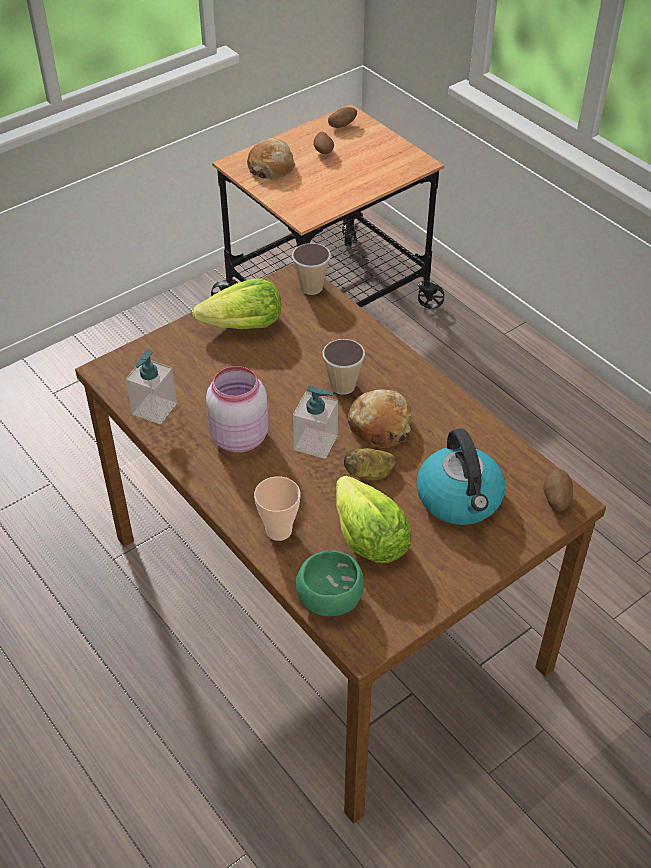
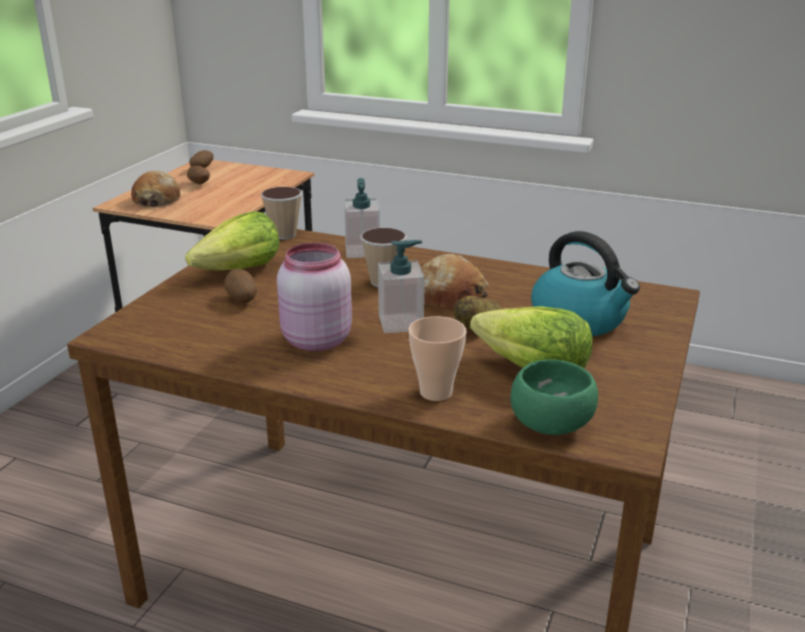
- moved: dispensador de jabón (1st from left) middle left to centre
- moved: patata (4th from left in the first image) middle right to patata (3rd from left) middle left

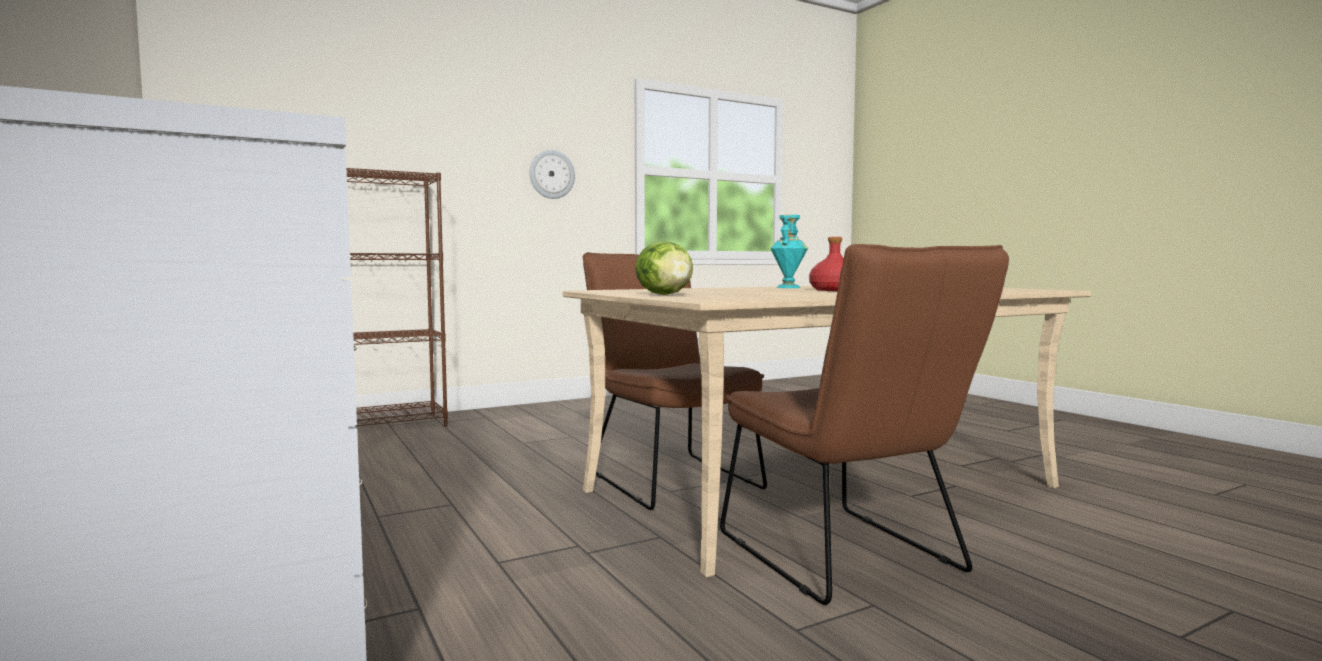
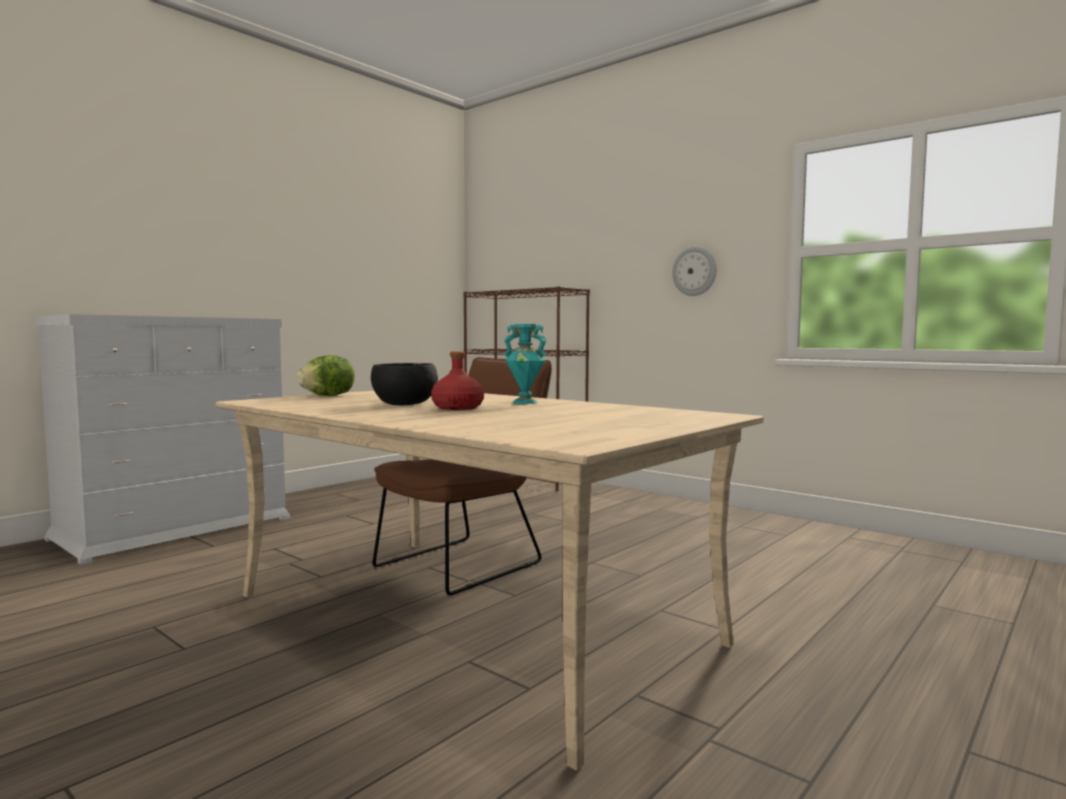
- removed: silla [marrón] (2nd from left) centre
- added: cuenco [negro] centre

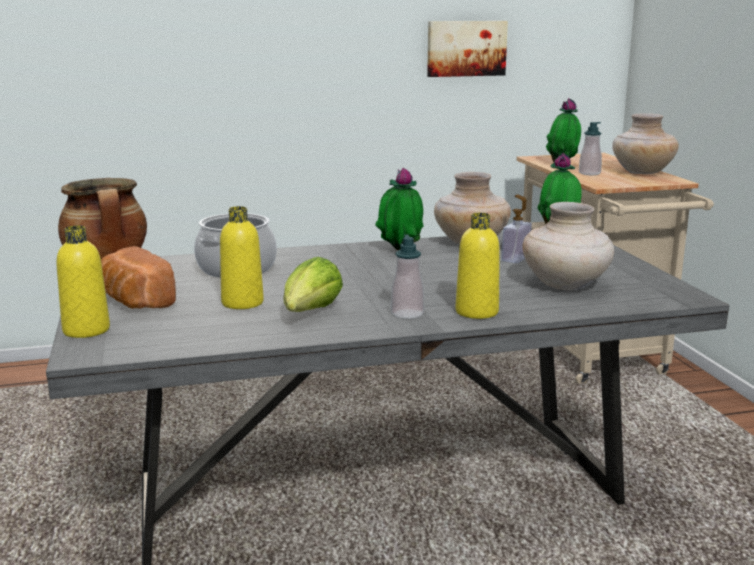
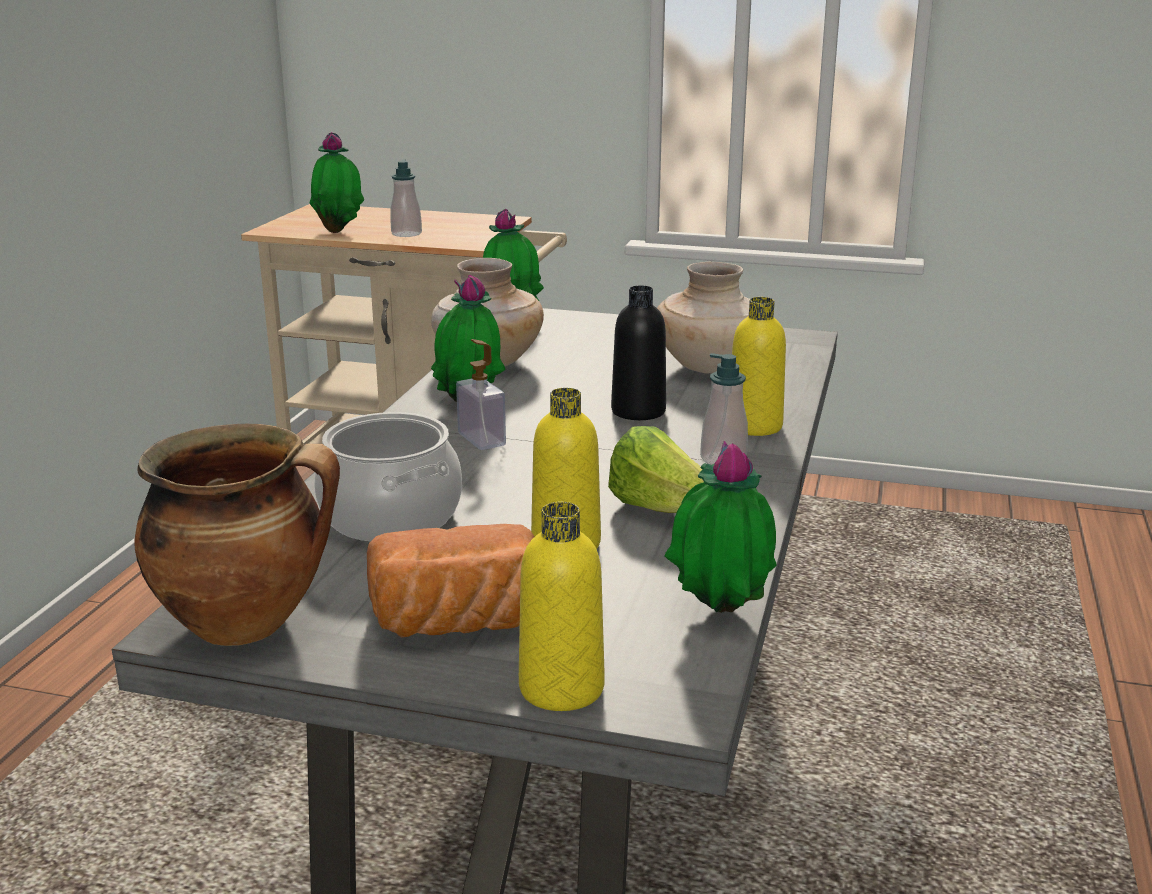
- removed: cuadro top centre
- removed: florero [beis] (3rd from left) top right
- added: botella [negro] centre
- added: planta en maceta (4th from left) centre
- moved: dispensador de jabón (2nd from left) middle right to centre

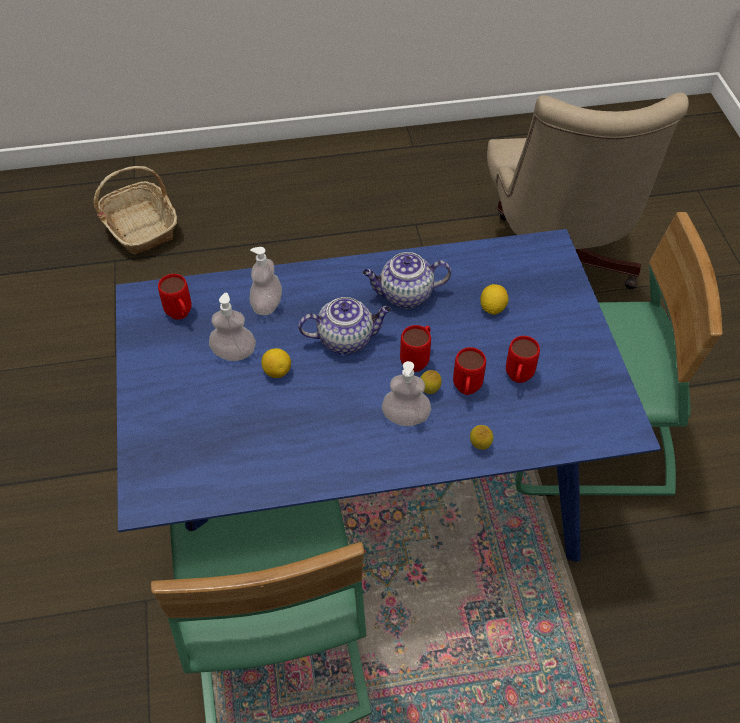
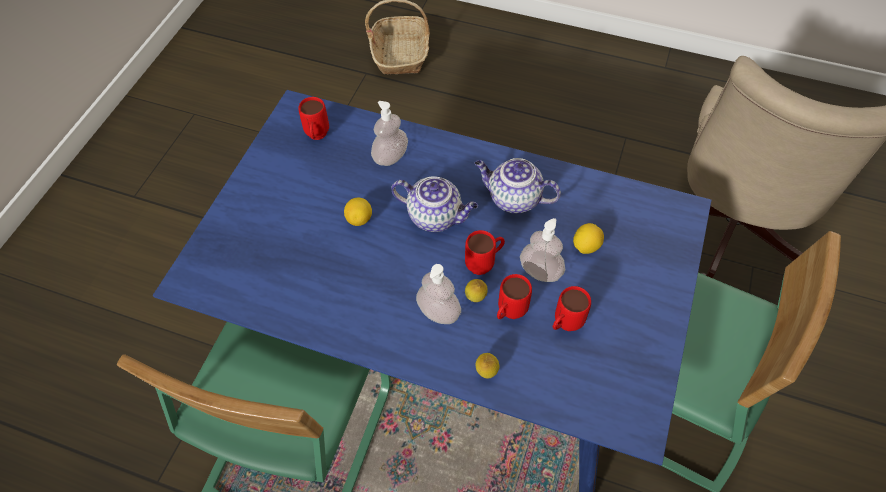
- moved: dispensador de jabón (1st from left in the first image) middle left to dispensador de jabón (3rd from left) centre

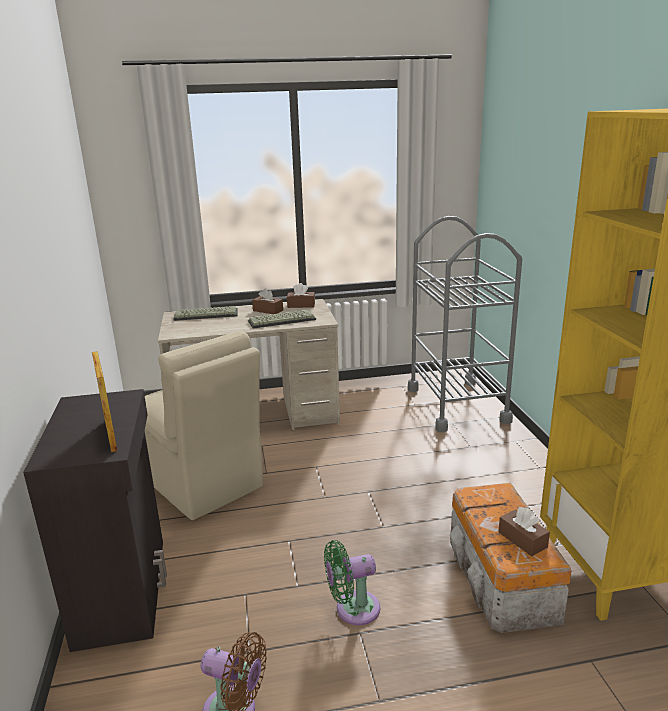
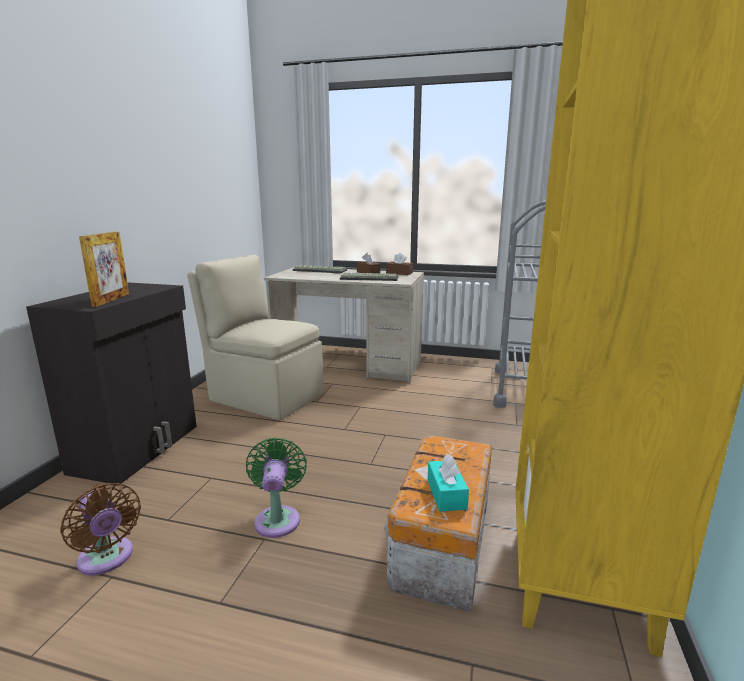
- recoloured: caja de pañuelos [marrón] (3rd from left) bottom right to caja de pañuelos [turquesa] bottom centre
- turned: silla [beis] middle left = centre 135 degrees clockwise
- turned: ventilador [verde] bottom centre = bottom centre 75 degrees clockwise

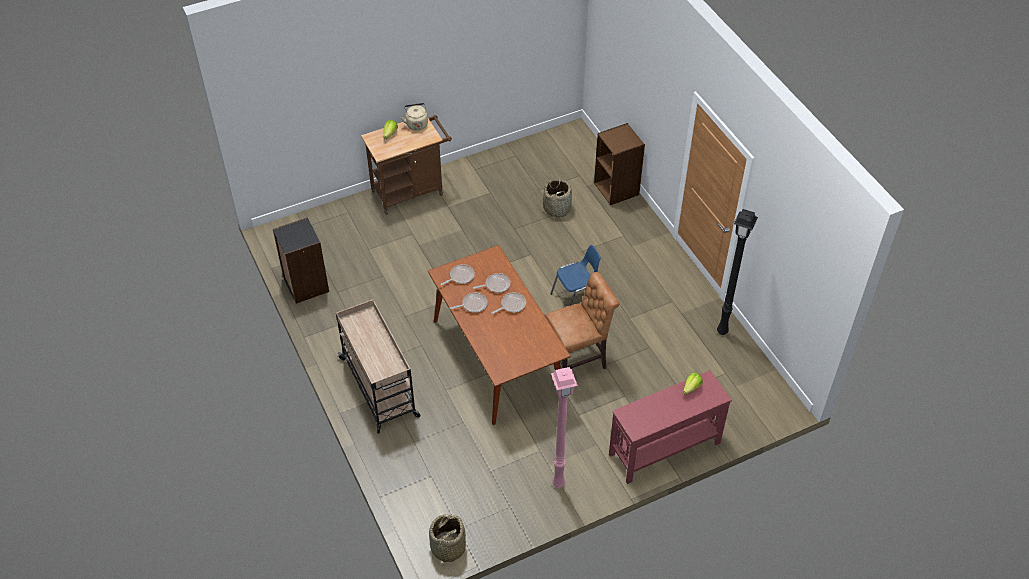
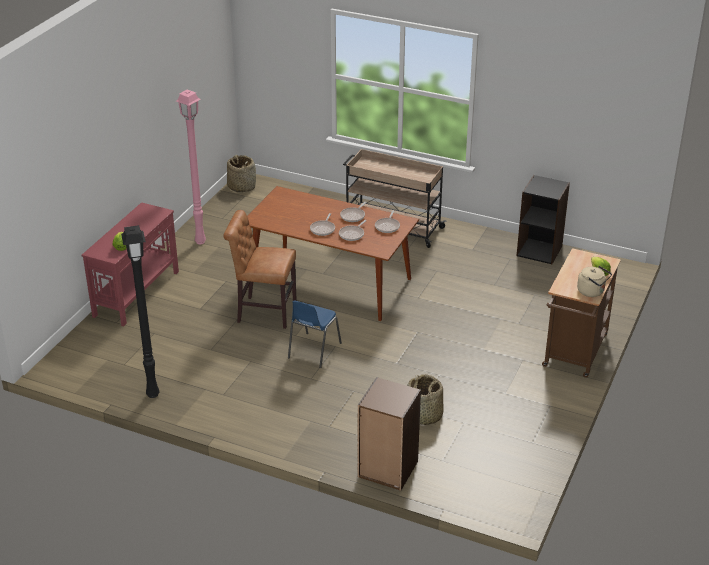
- turned: silla [marrón] centre = centre 75 degrees clockwise

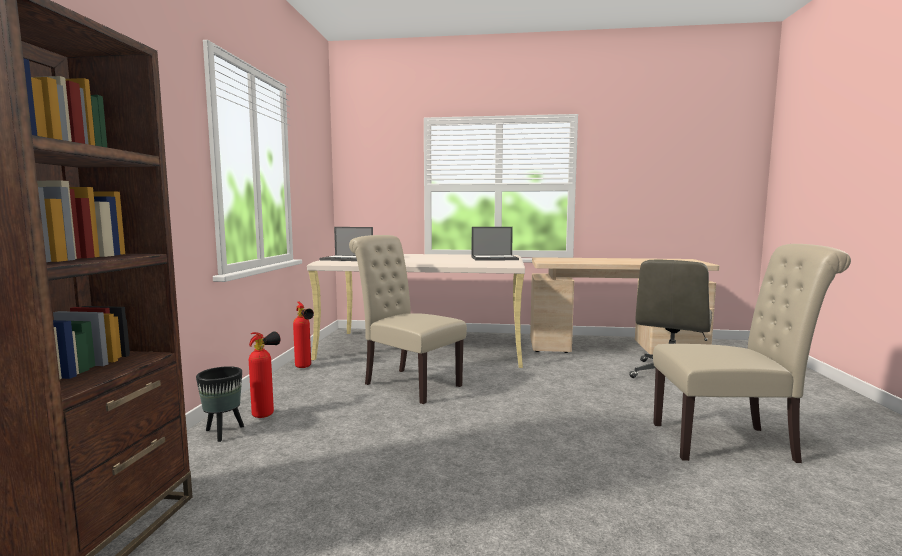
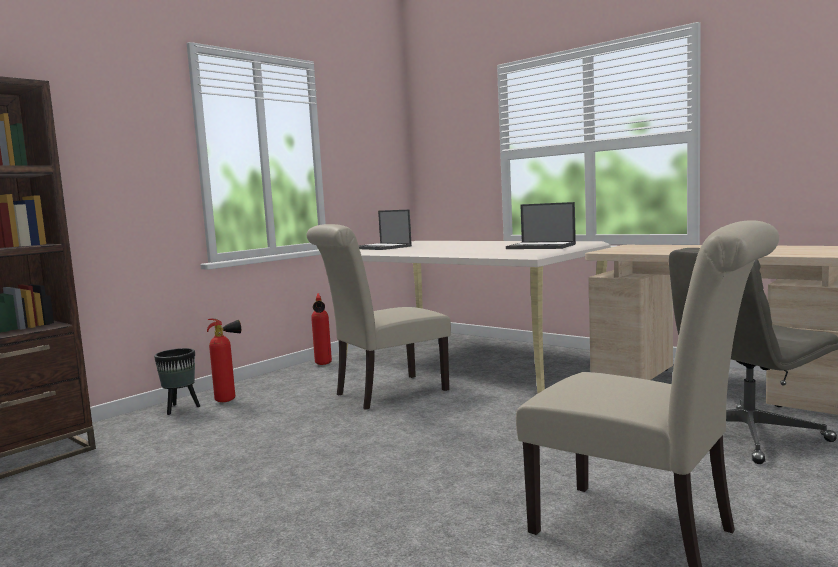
- turned: silla [beis] (1st from left) centre = centre 105 degrees counterclockwise

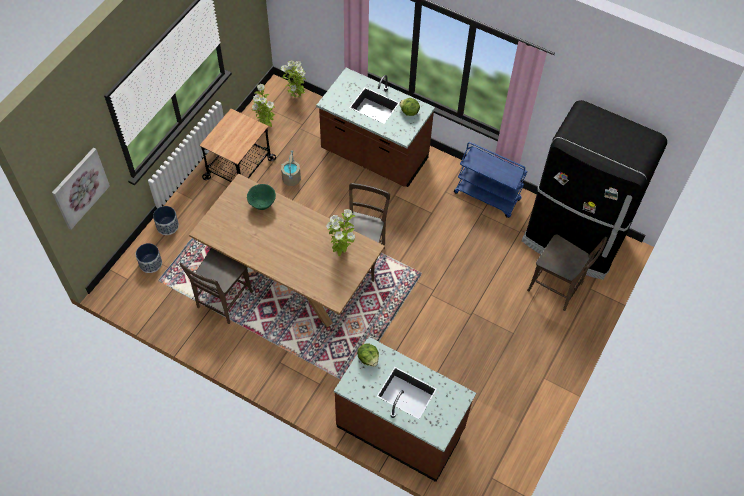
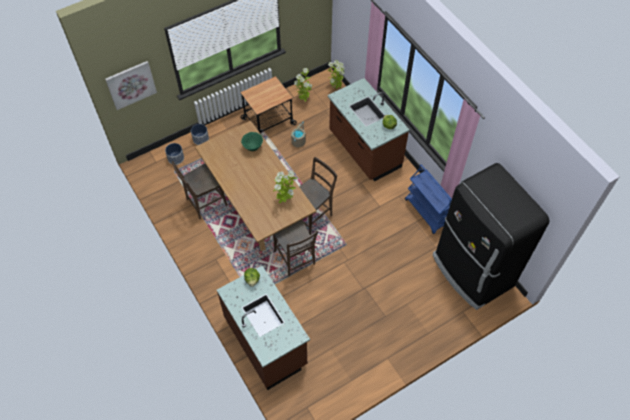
- moved: silla [marrón] (3rd from left in the first image) middle right to silla [marrón] (2nd from left) centre

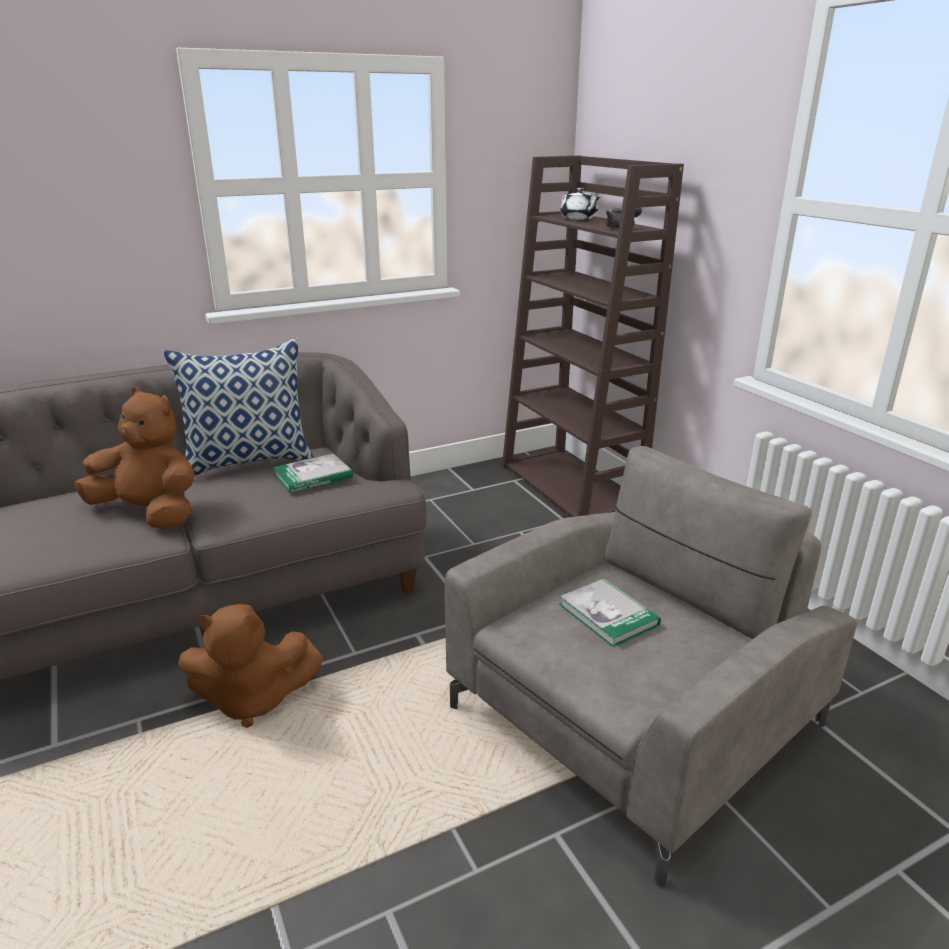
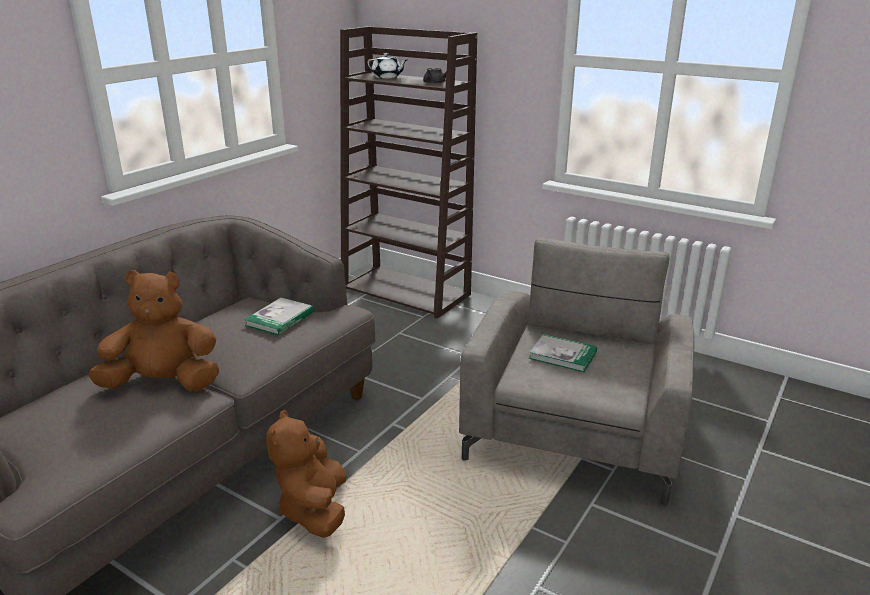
- removed: cojín middle left
- turned: peluche [marrón] (2nd from left) bottom left = bottom centre 120 degrees clockwise

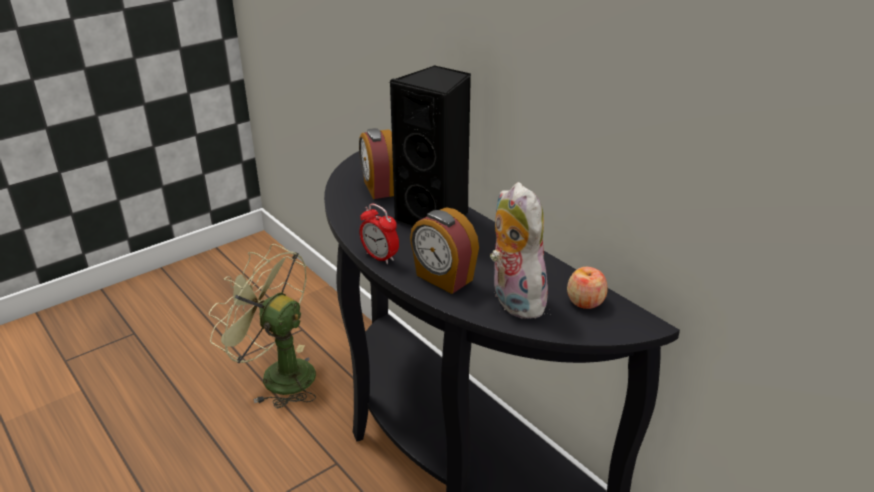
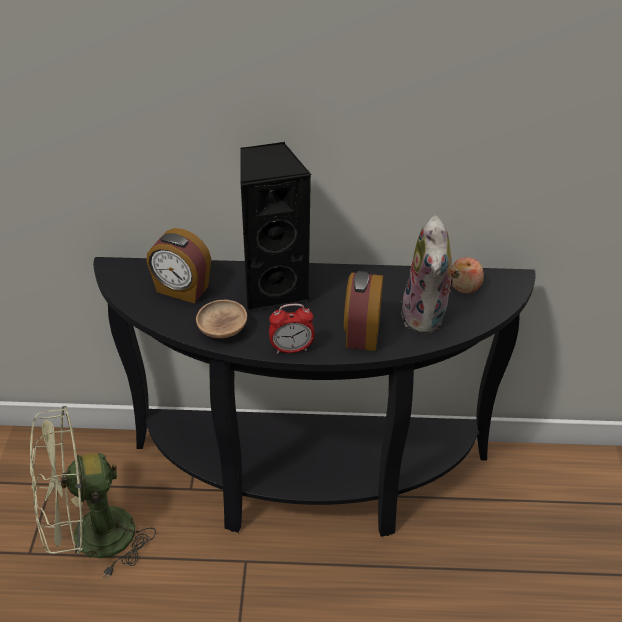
- added: cuenco [marrón] centre
- turned: despertador (3rd from left) centre = centre 105 degrees clockwise
- turned: peluche centre = middle right 105 degrees counterclockwise

